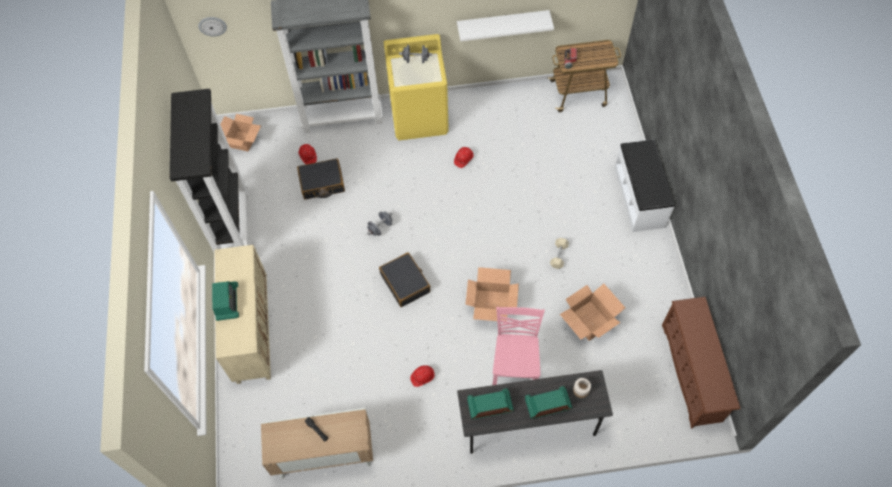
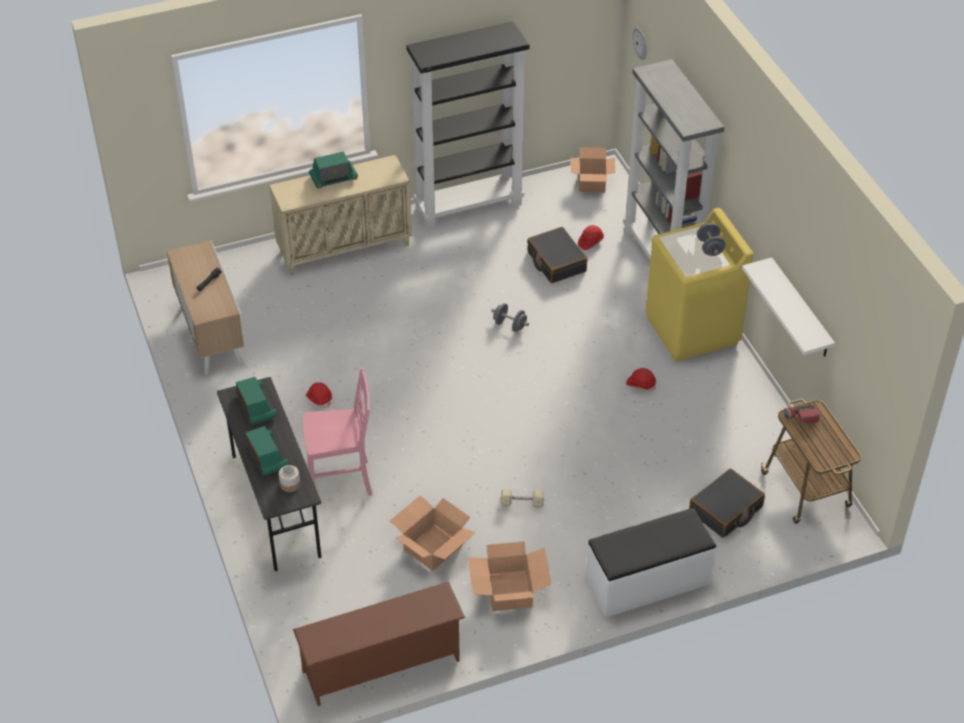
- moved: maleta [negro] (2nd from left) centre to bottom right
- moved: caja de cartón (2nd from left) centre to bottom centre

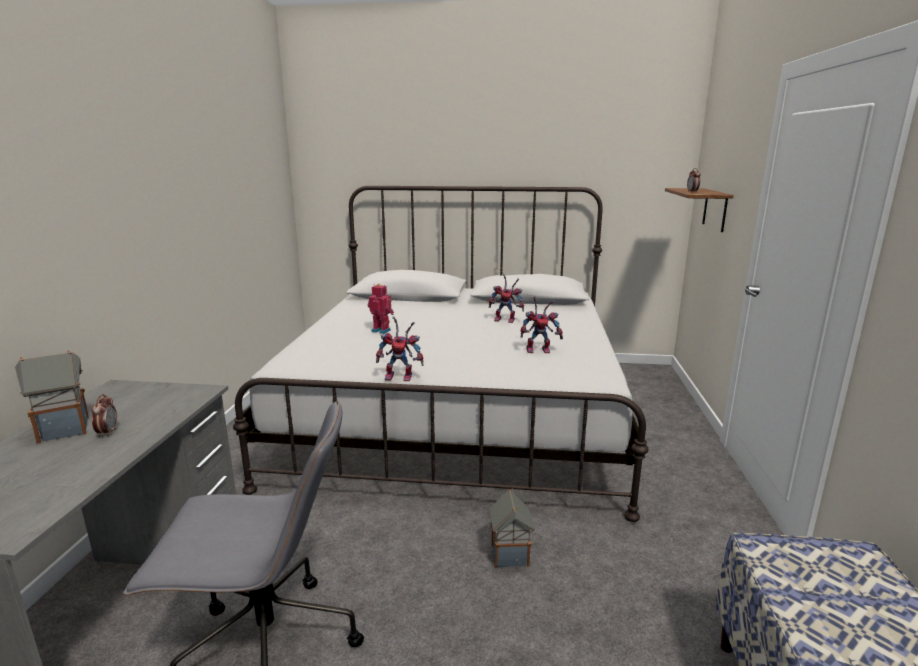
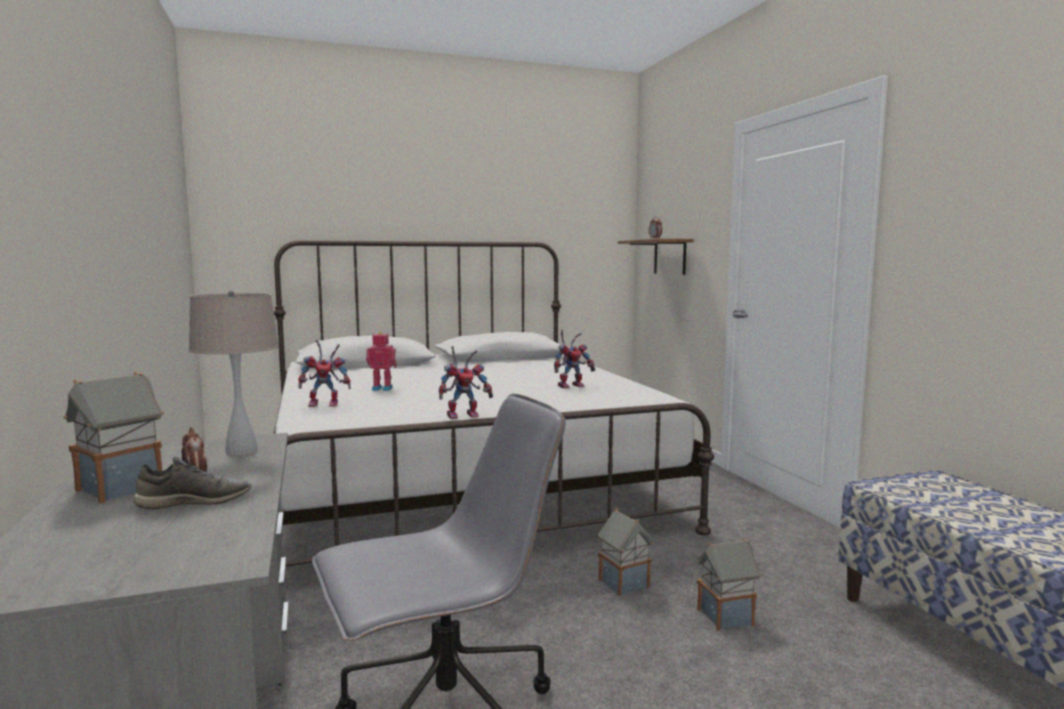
- added: zapato [gris] bottom left
- added: lámpara de mesa [beis] middle left
- added: casita (3rd from left) bottom right
- moved: robot de juguete (3rd from left in the first image) centre to robot de juguete (1st from left) middle left

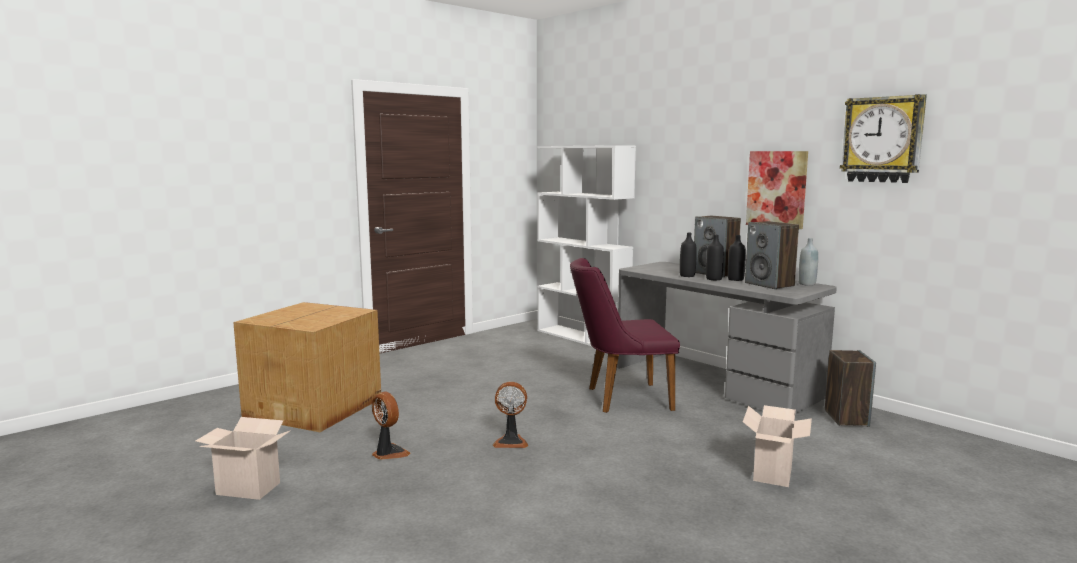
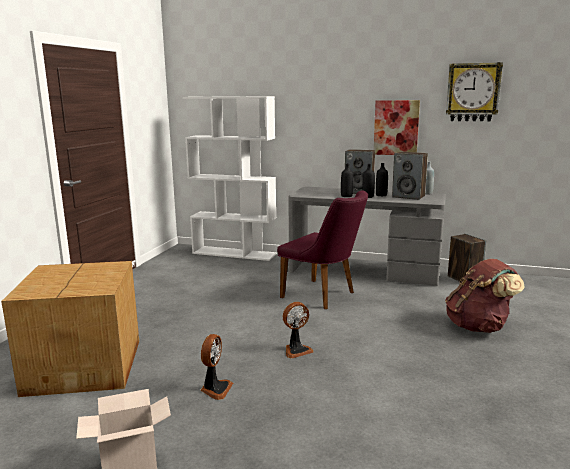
- replaced: caja de cartón (3rd from left) bottom right to mochila [marrón] middle right
- turned: ventilador (1st from left) bottom centre = bottom centre 90 degrees clockwise
- turned: silla [morado] centre = centre 105 degrees counterclockwise

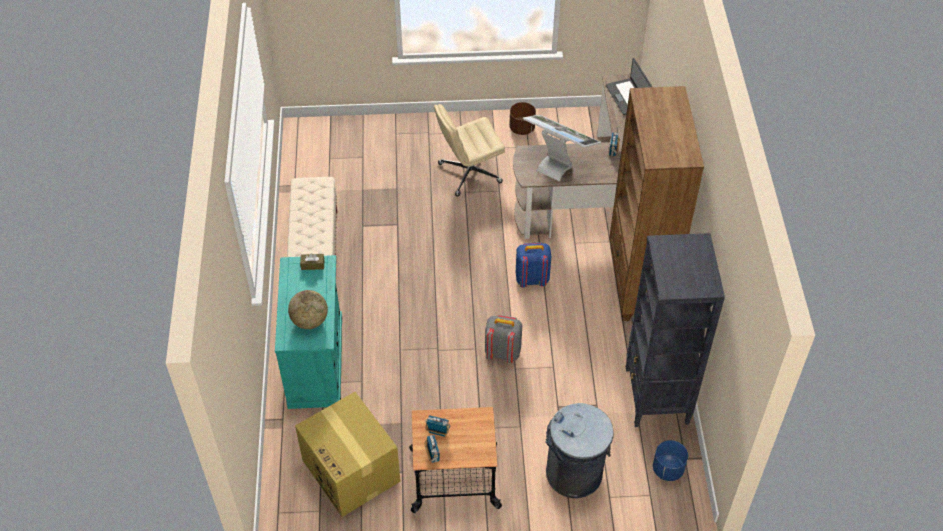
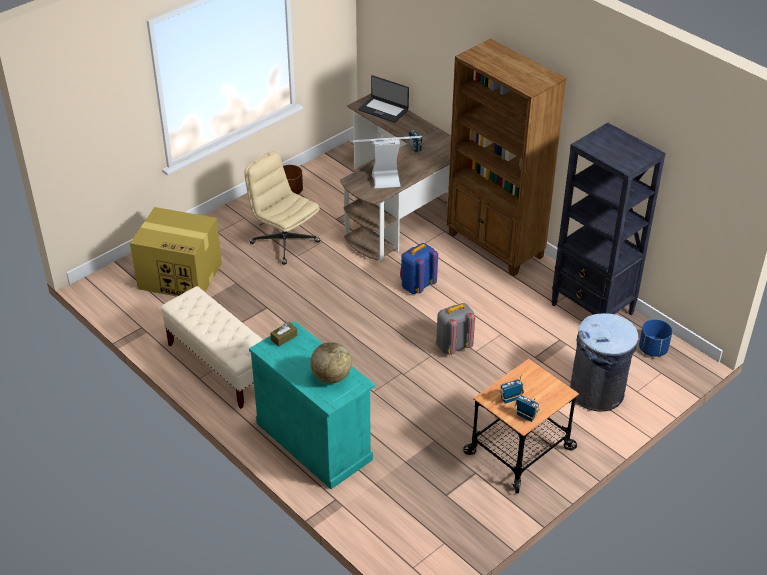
- moved: caja de cartón bottom centre to middle left
- turned: silla de oficina [beis] top centre = centre 105 degrees clockwise

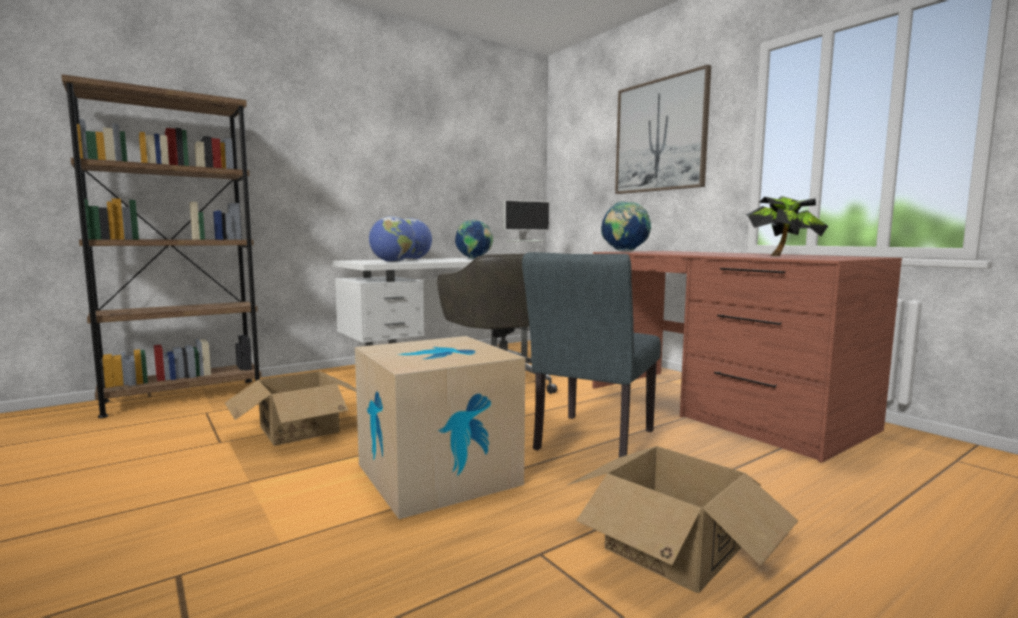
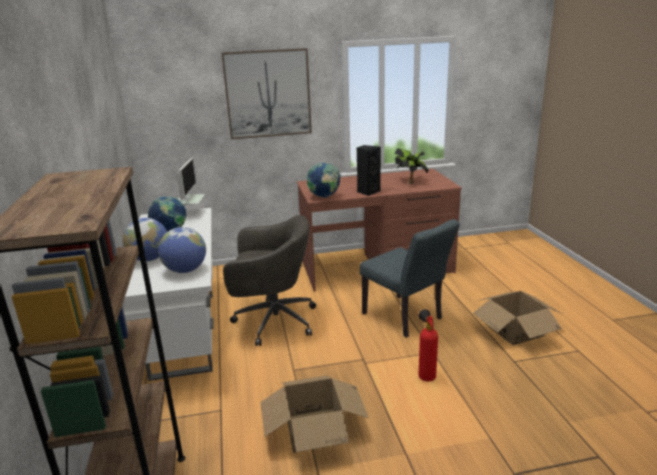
- added: altavoz [negro] centre
- replaced: caja de cartón (2nd from left) bottom centre to extintor bottom centre

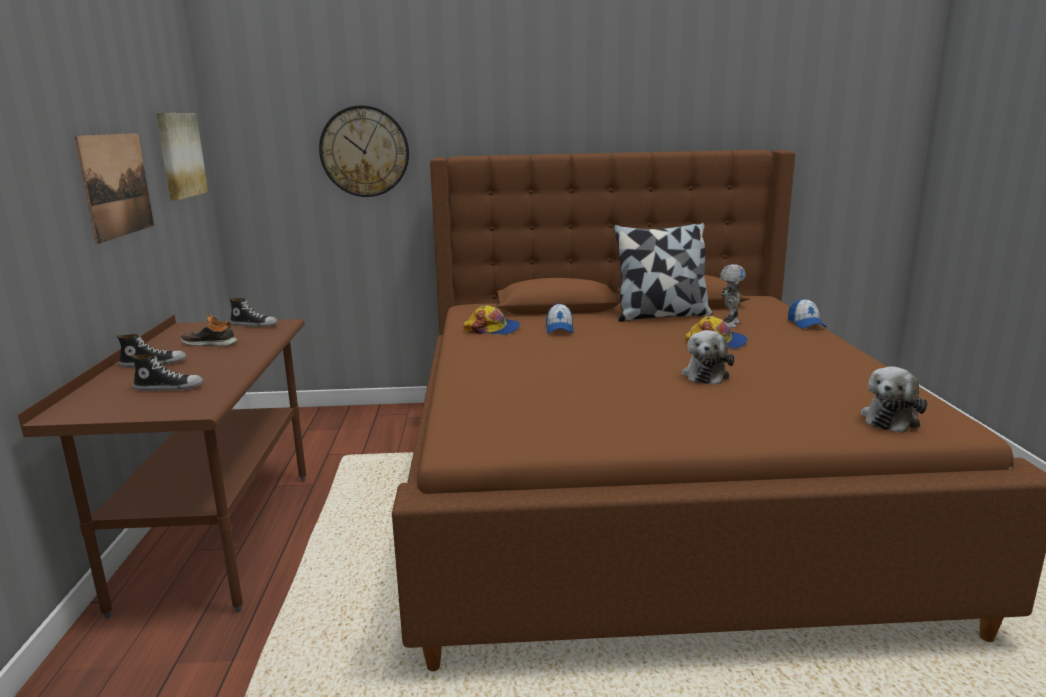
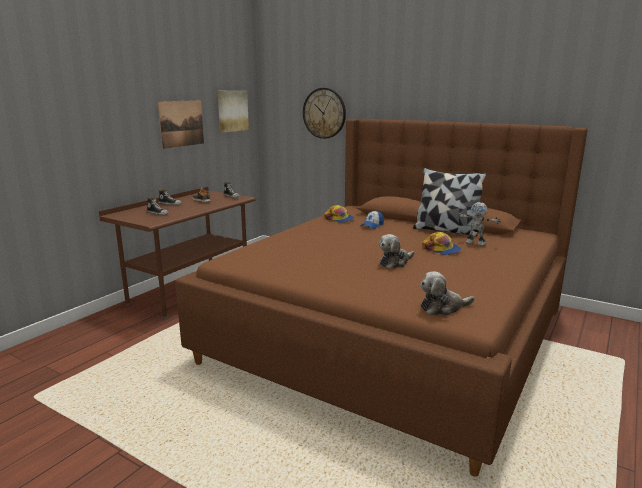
- removed: gorra (4th from left) middle right
- turned: robot de juguete middle right = middle right 60 degrees clockwise

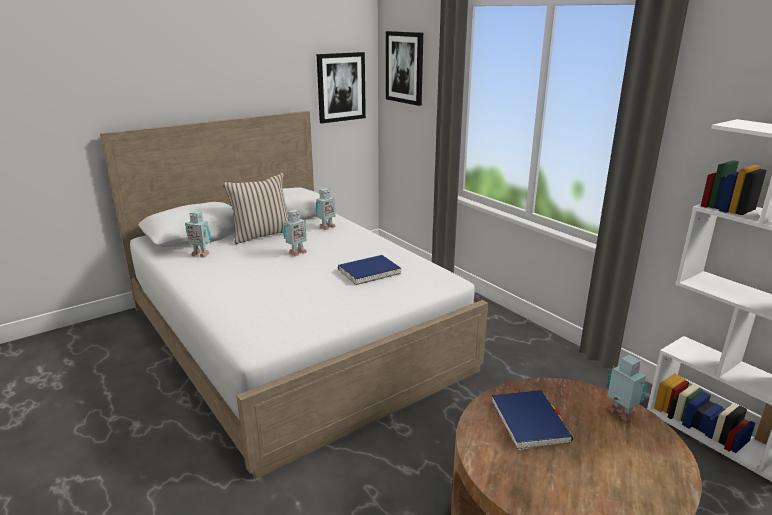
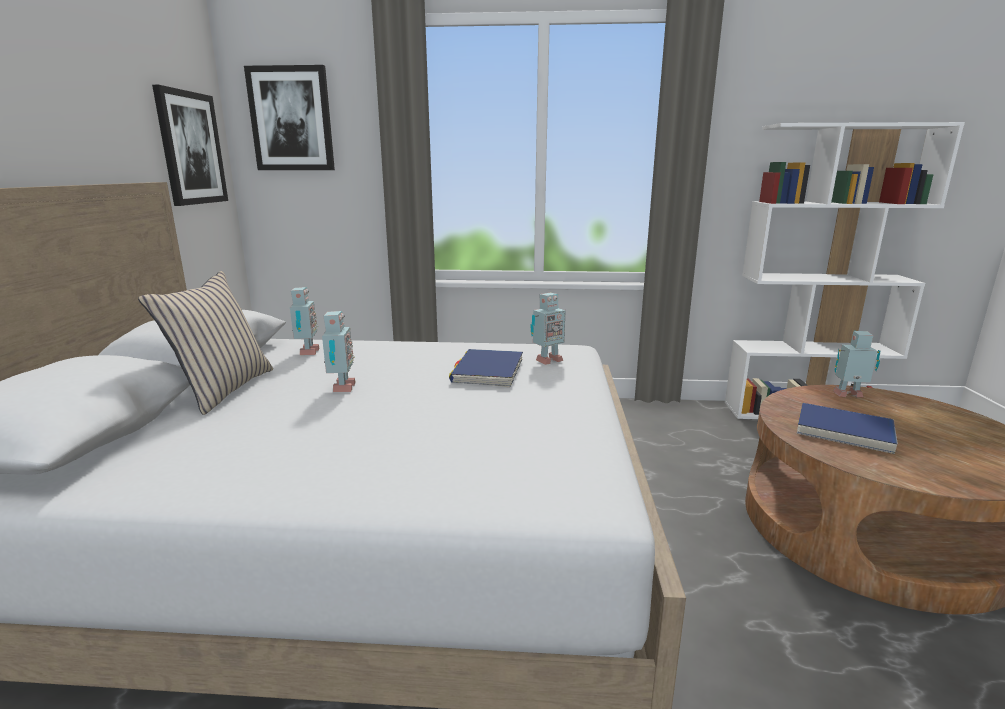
- moved: robot de juguete (1st from left in the first image) middle left to robot de juguete (3rd from left) centre

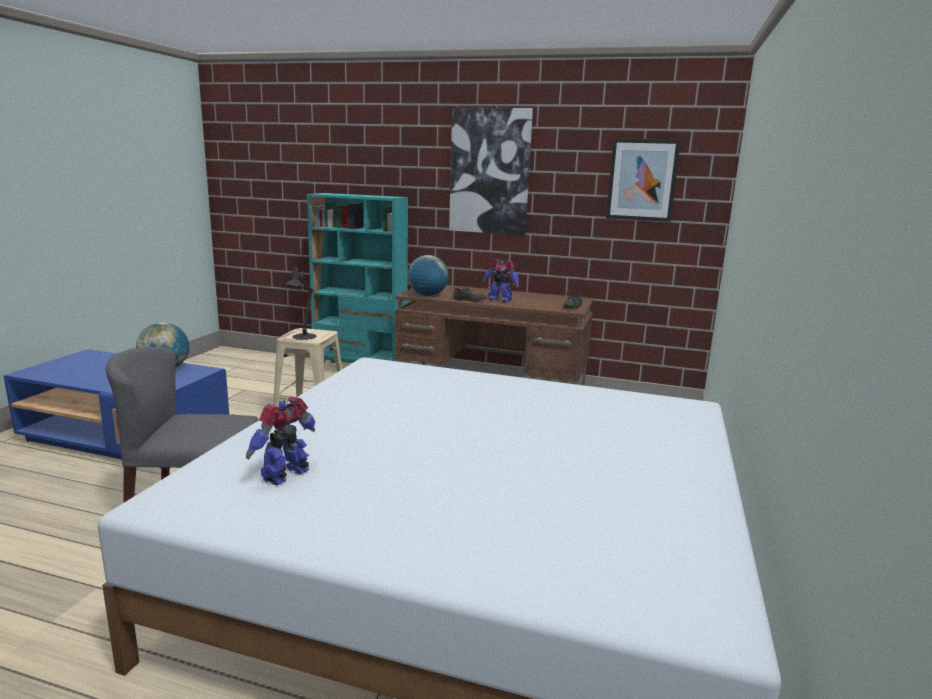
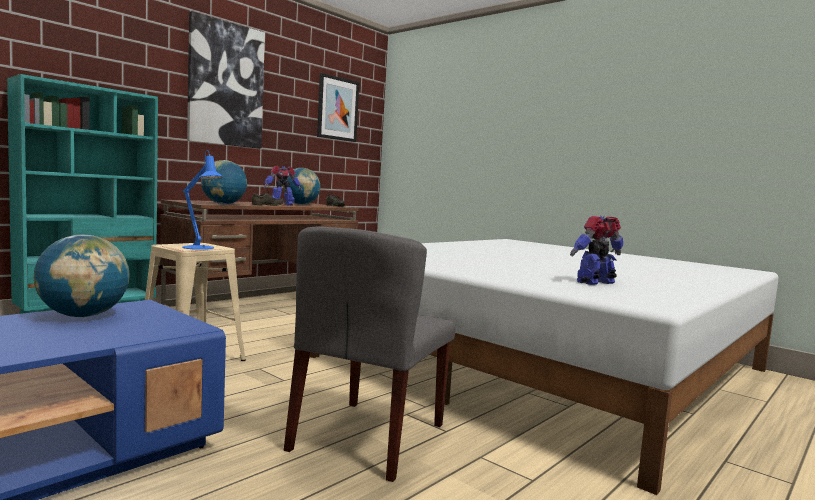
- added: globo terráqueo (3rd from left) centre
- recoloured: lámpara de mesa [negro] middle left to lámpara de mesa [azul] middle left
- turned: robot de juguete (1st from left in the first image) middle left = middle right 90 degrees clockwise

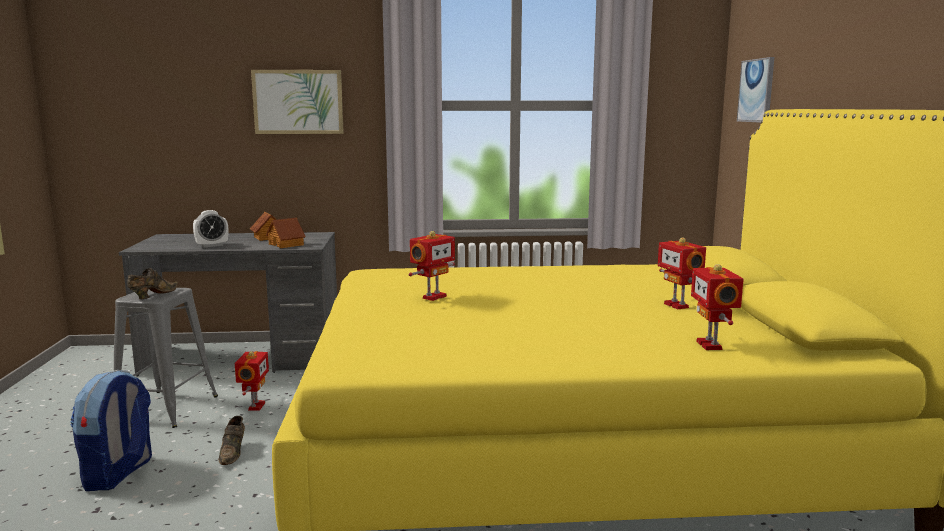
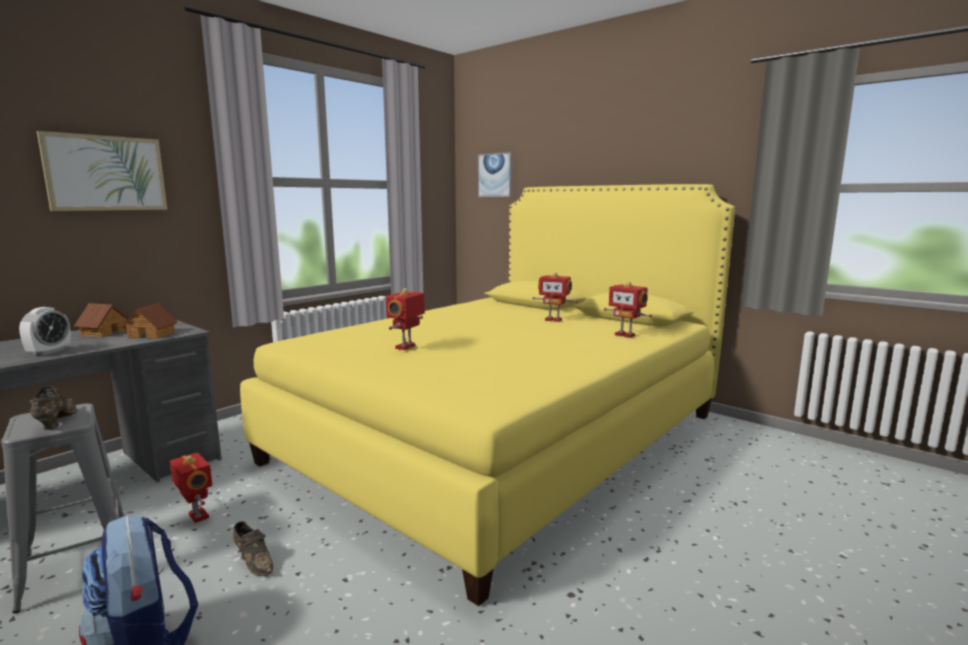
- turned: robot de juguete (2nd from left) centre = centre 150 degrees counterclockwise

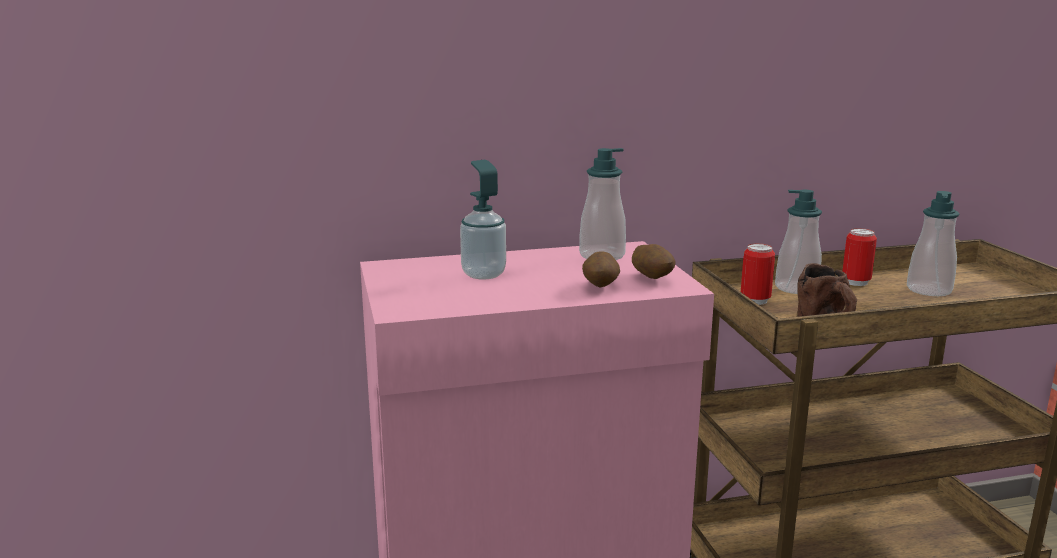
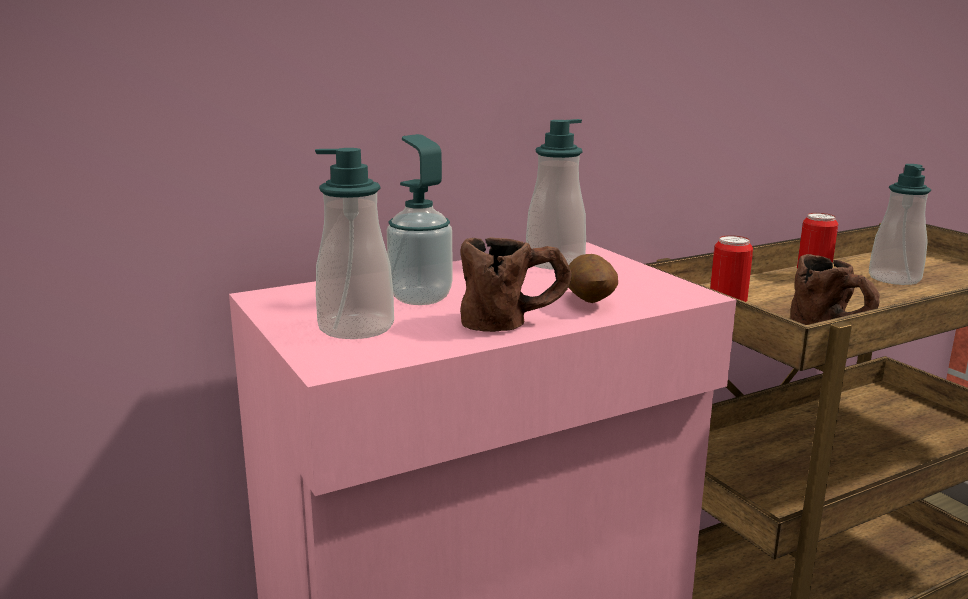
- removed: patata (2nd from left) centre
- added: taza grande [marrón] (1st from left) centre
- moved: dispensador de jabón (3rd from left in the first image) middle right to dispensador de jabón (1st from left) centre

